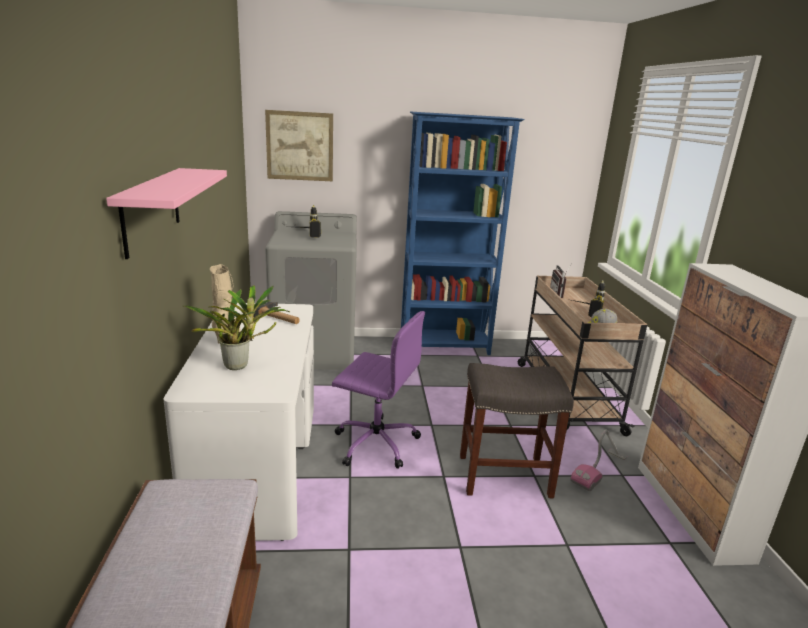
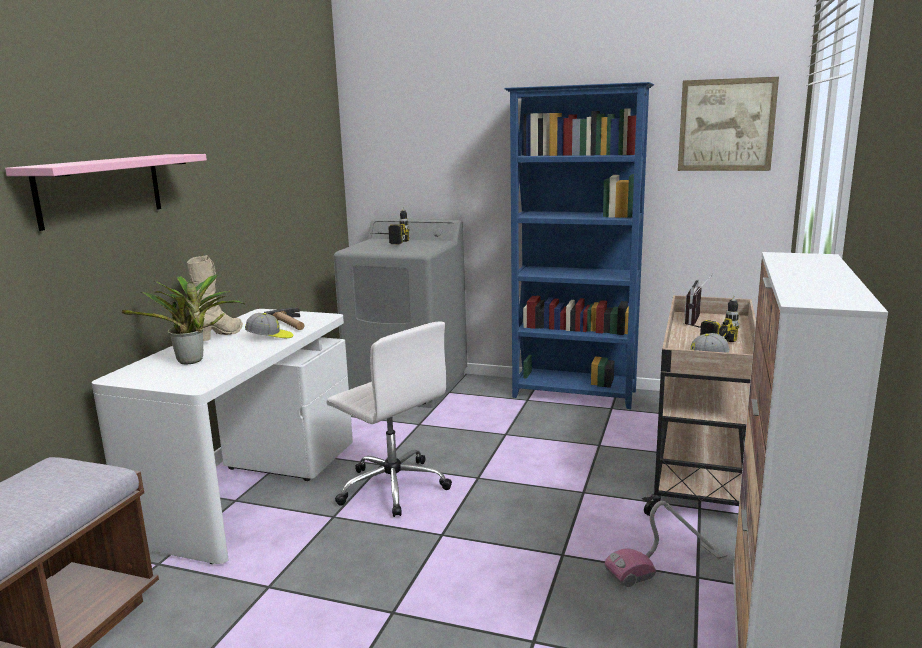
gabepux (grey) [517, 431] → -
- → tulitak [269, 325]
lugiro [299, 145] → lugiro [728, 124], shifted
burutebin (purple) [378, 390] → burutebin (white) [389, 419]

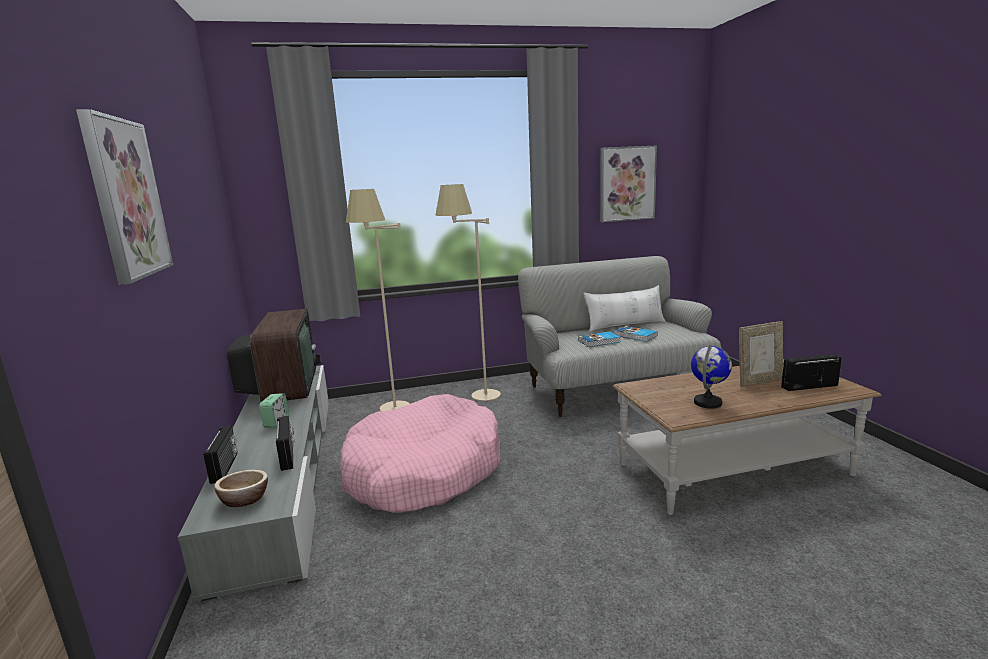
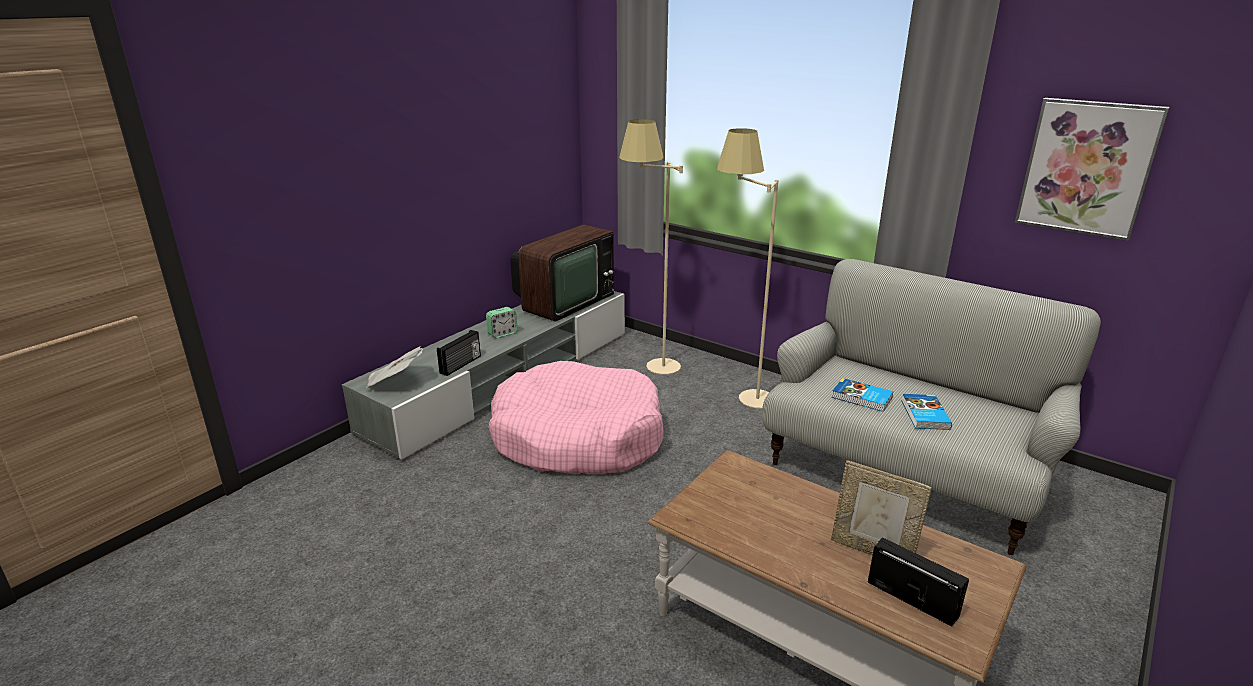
lugiro [124, 197] → -
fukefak [220, 454] → -
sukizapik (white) [624, 308] → -
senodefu [711, 377] → -
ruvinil [241, 488] → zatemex [394, 367]

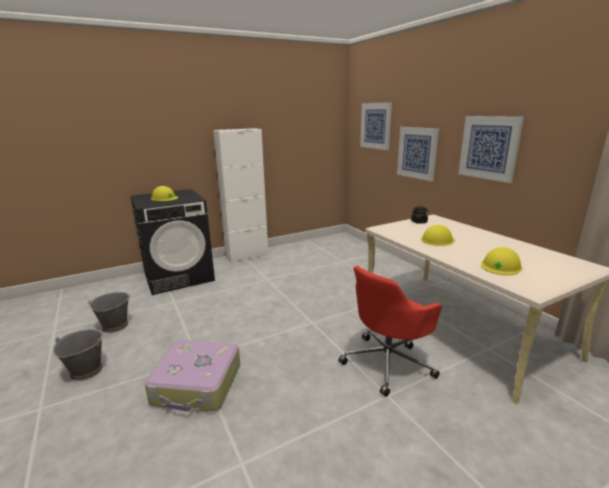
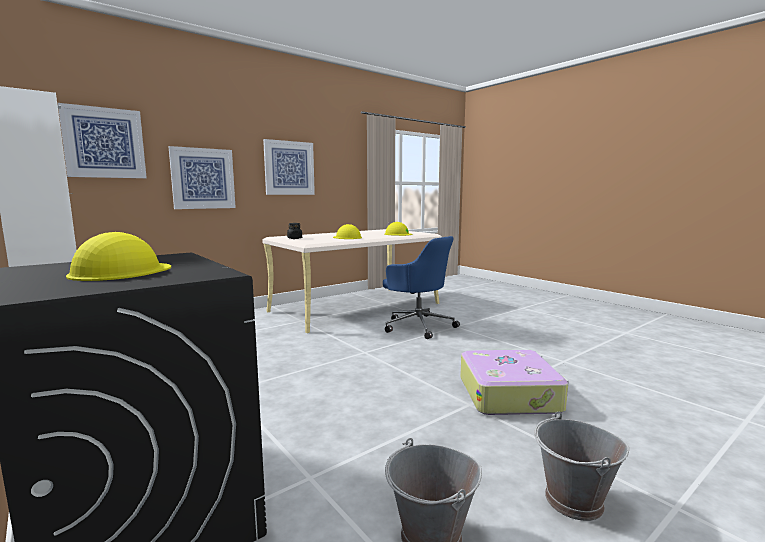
burutebin (red) [390, 331] → burutebin (blue) [421, 287]

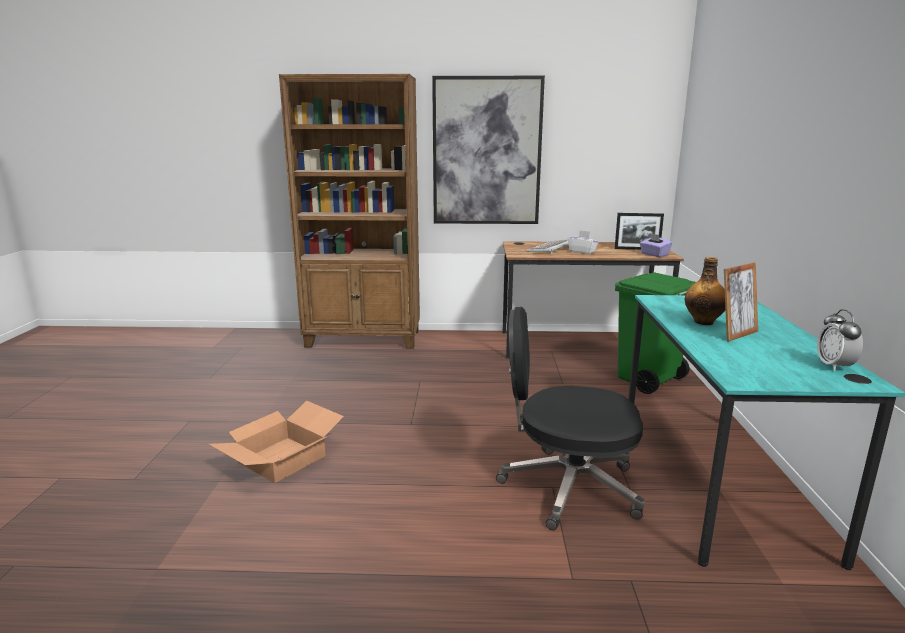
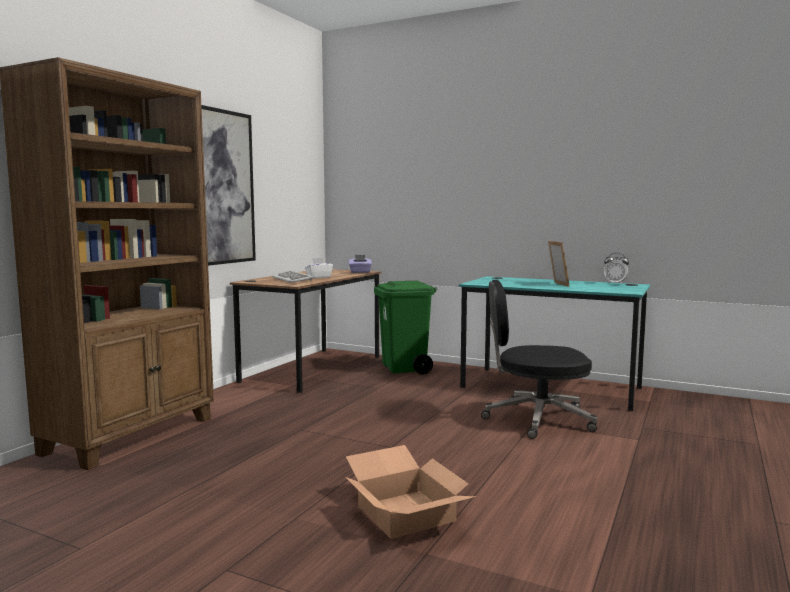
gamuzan [639, 231] → -
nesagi [705, 291] → -
burutebin (black) [570, 418] → burutebin (black) [539, 359], 60 degrees clockwise

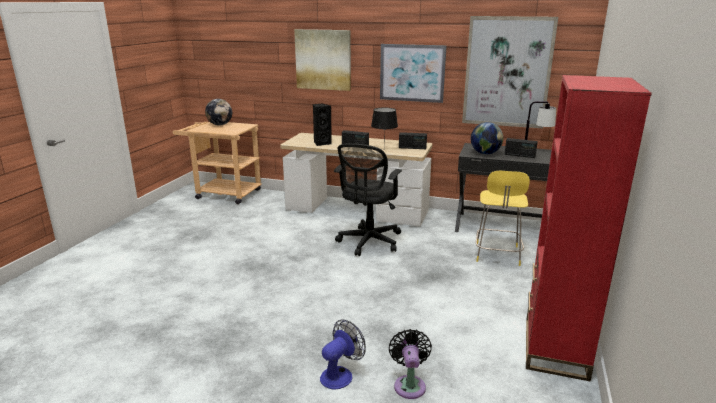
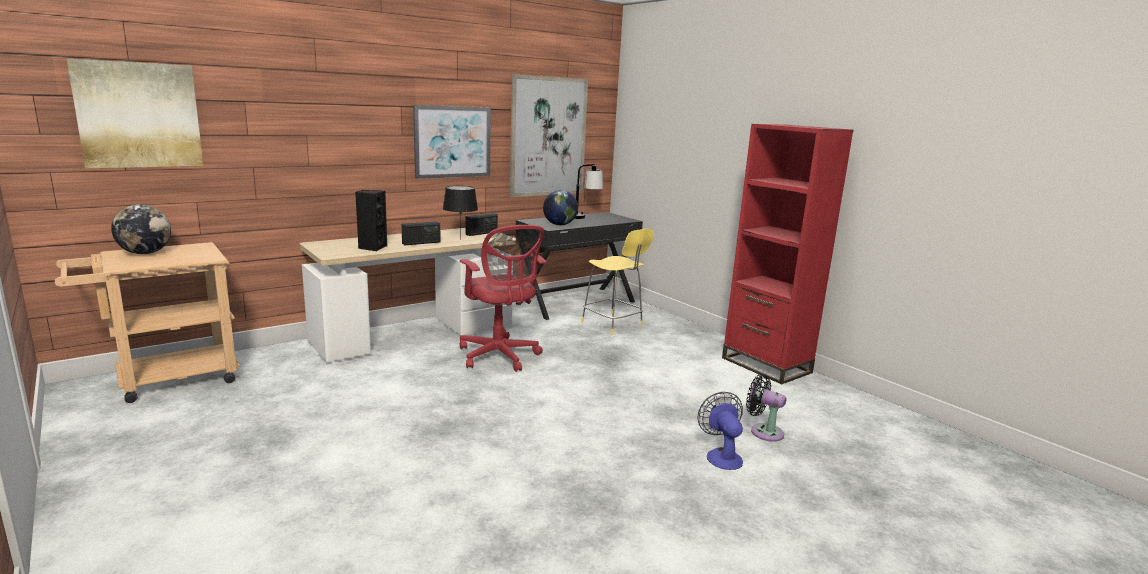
fukefak [521, 148] → -
lugiro [322, 60] → lugiro [134, 113], shifted
burutebin (black) [368, 199] → burutebin (red) [503, 298]

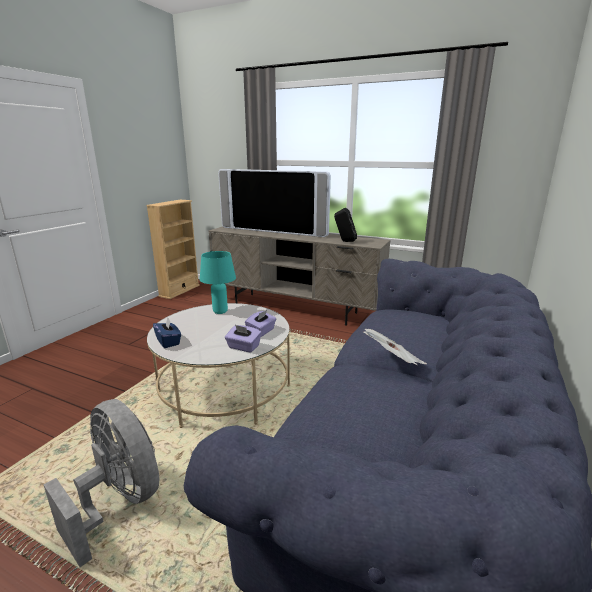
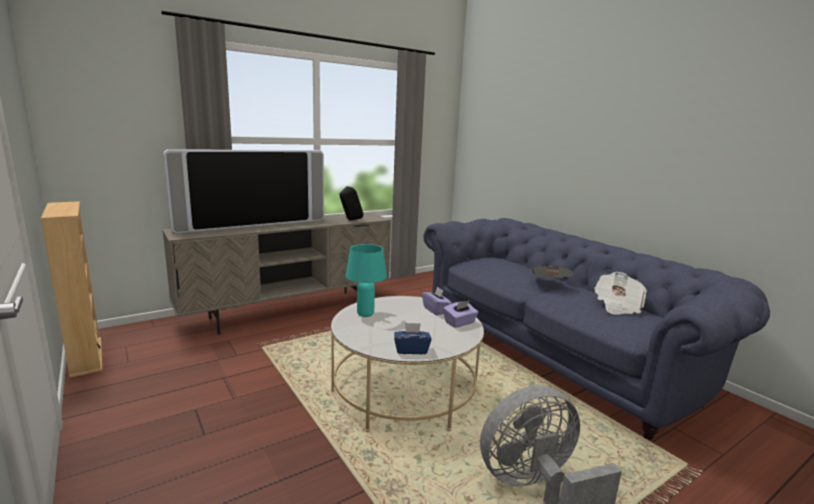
- → zatemex [620, 293]

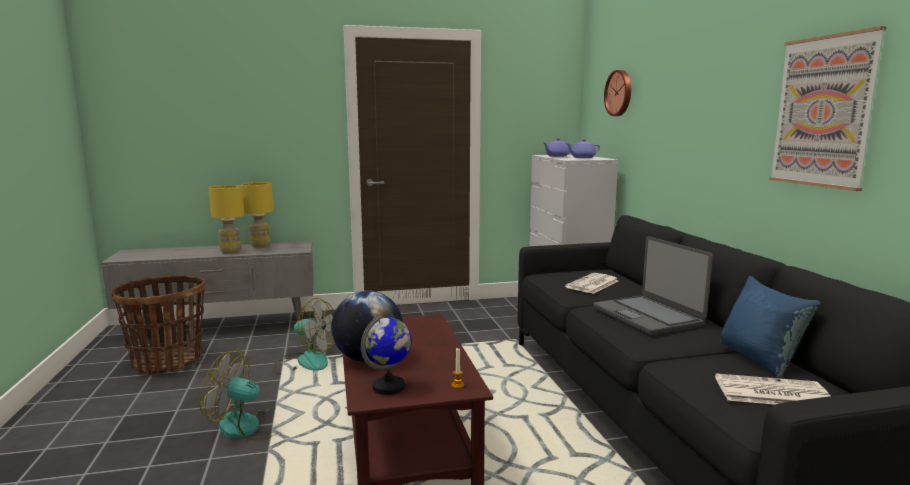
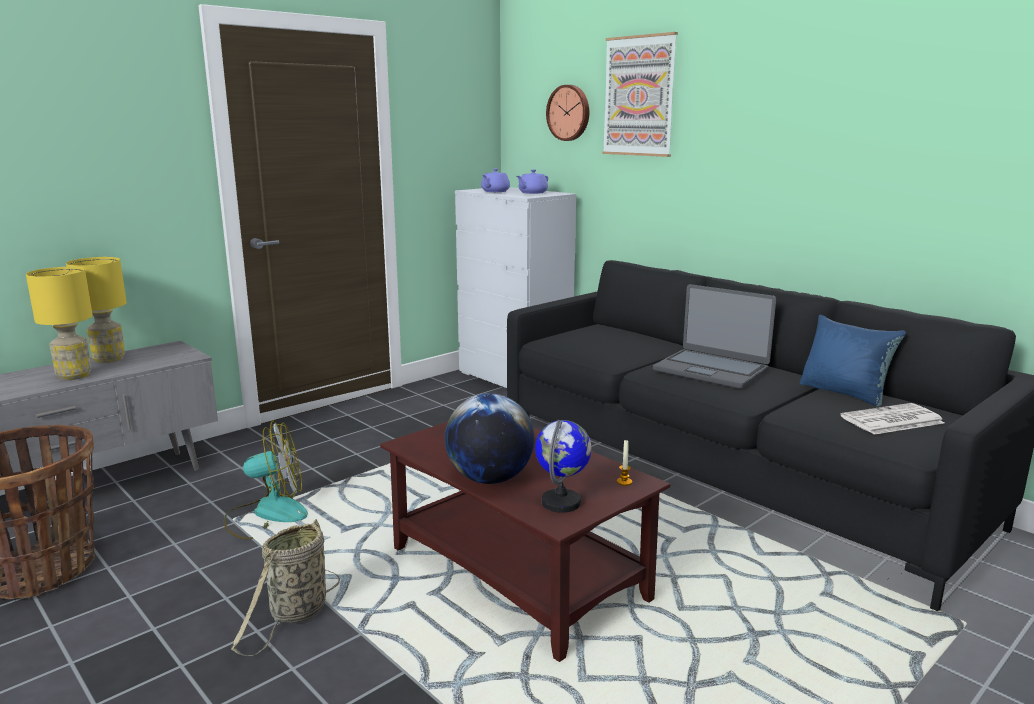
zatemex [591, 283] → -
lugiro [828, 108] → lugiro [640, 94], shifted
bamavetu [238, 395] → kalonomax [285, 587]

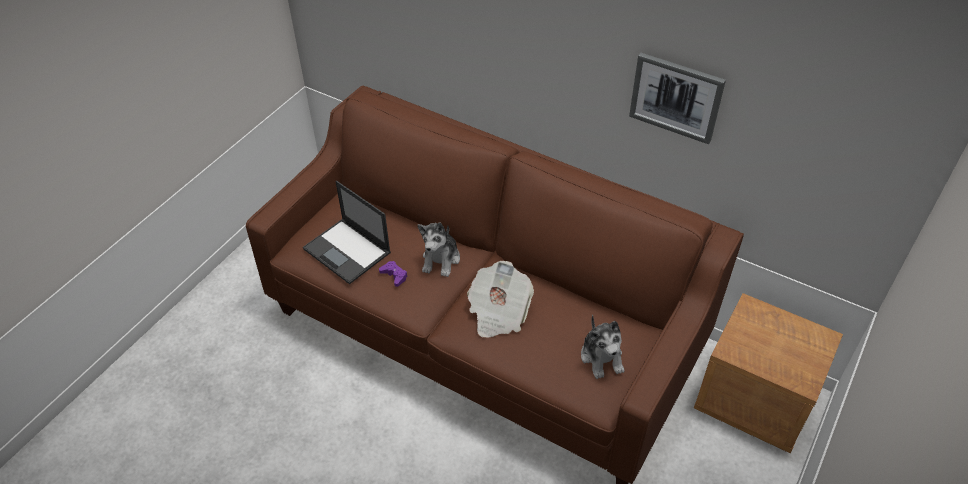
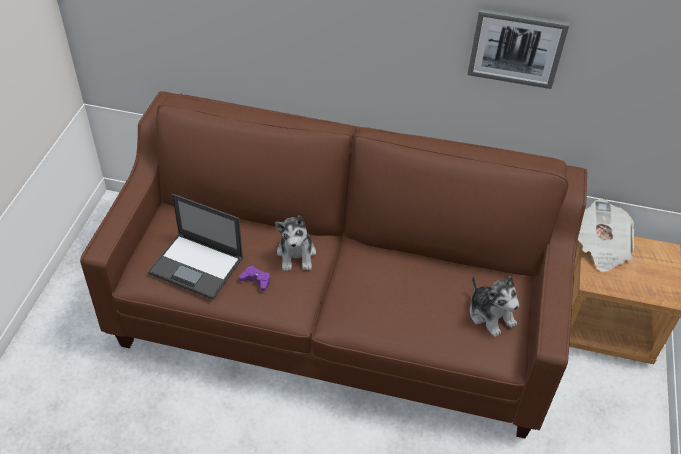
zatemex [500, 299] → zatemex [606, 235], shifted

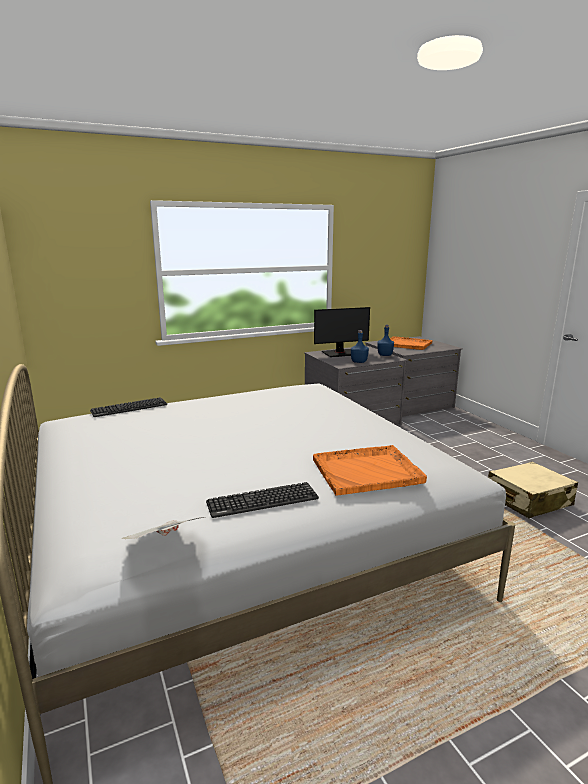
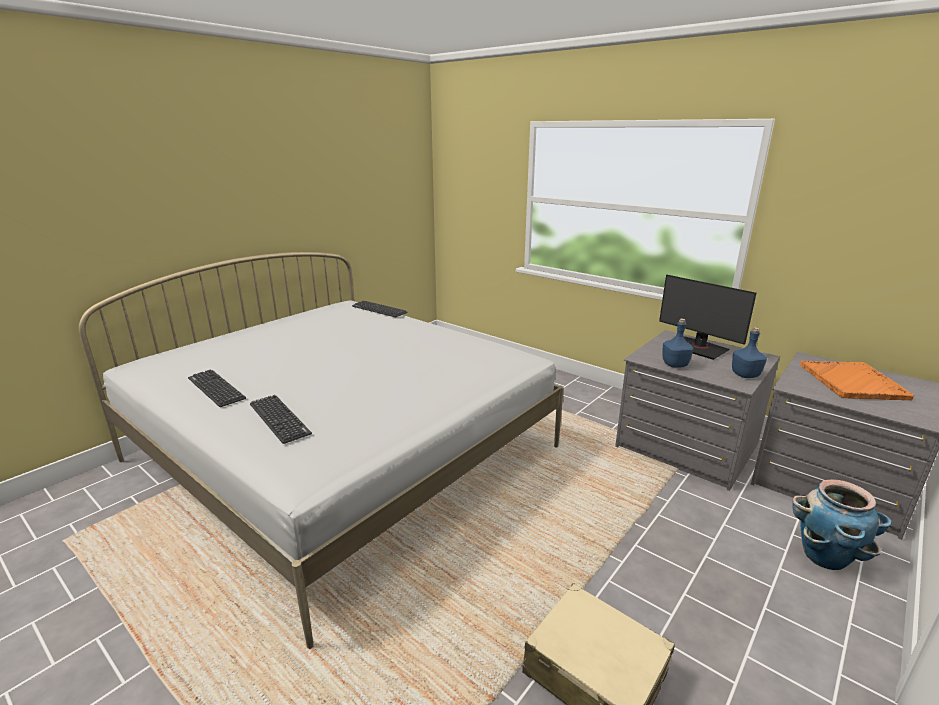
zatemex [163, 528] → -
- → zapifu [842, 525]
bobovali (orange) [370, 470] → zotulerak [281, 419]

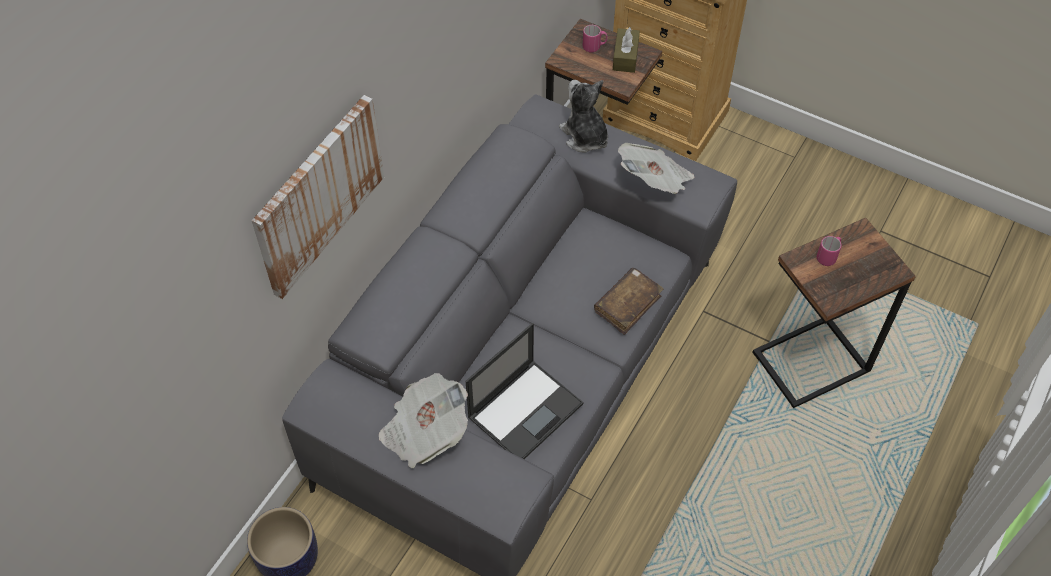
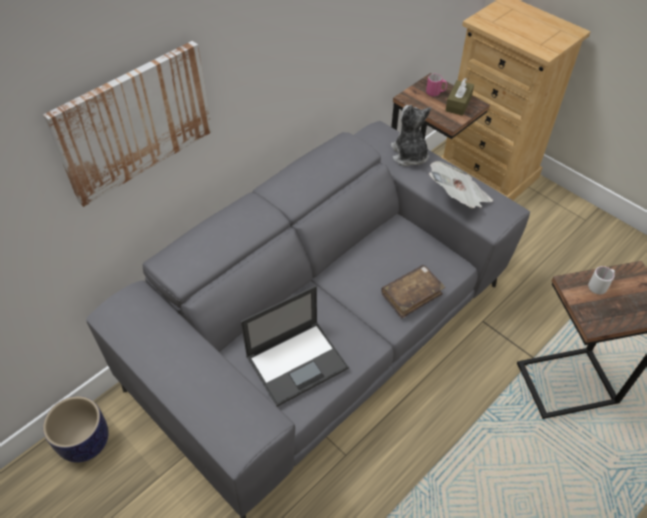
zatemex [423, 420] → -
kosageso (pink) [829, 251] → kosageso (white) [601, 280]

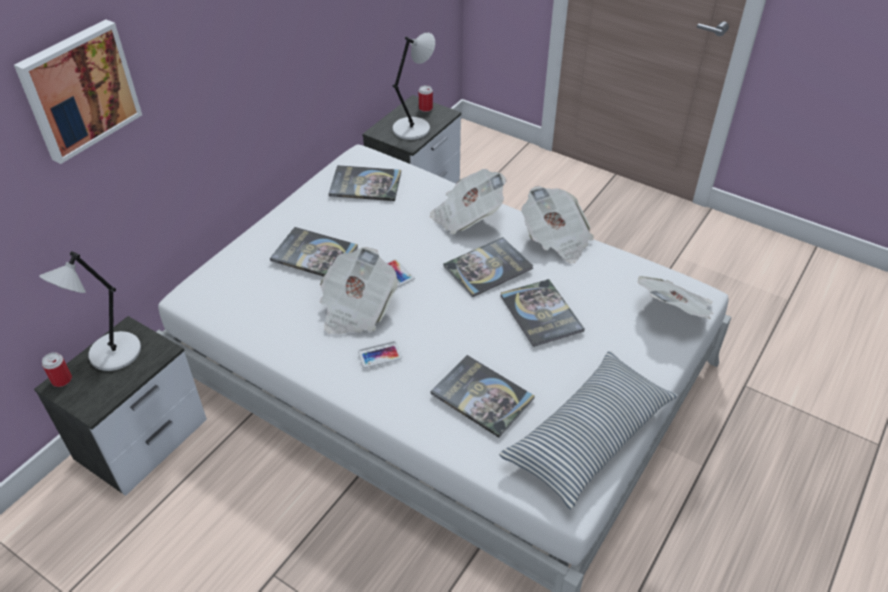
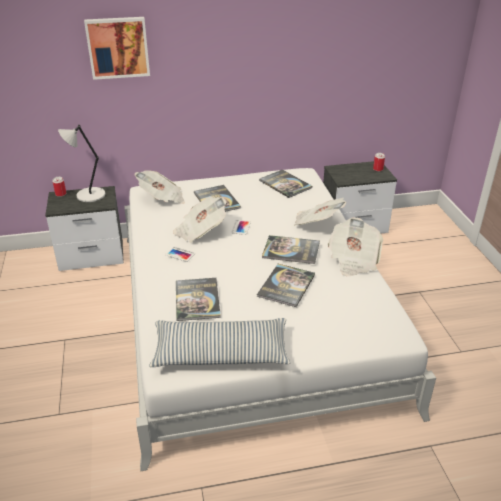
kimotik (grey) [414, 86] → -
zatemex [675, 297] → zatemex [159, 187], shifted

